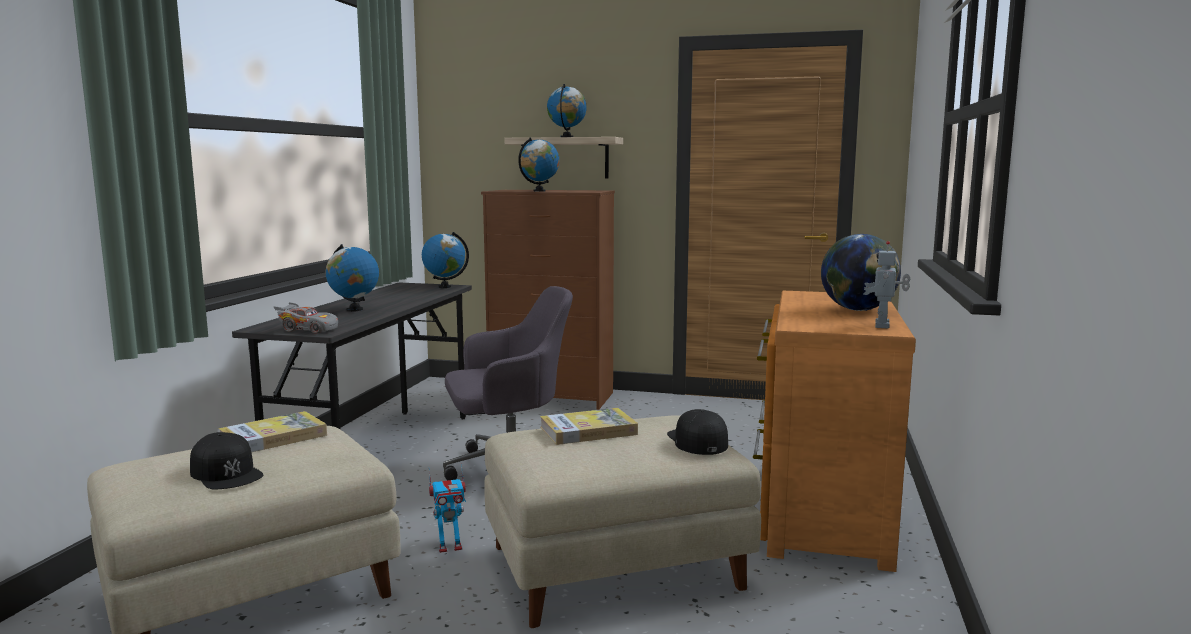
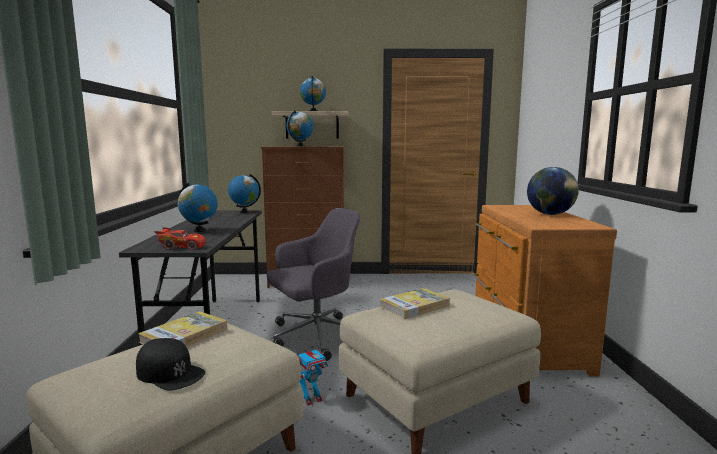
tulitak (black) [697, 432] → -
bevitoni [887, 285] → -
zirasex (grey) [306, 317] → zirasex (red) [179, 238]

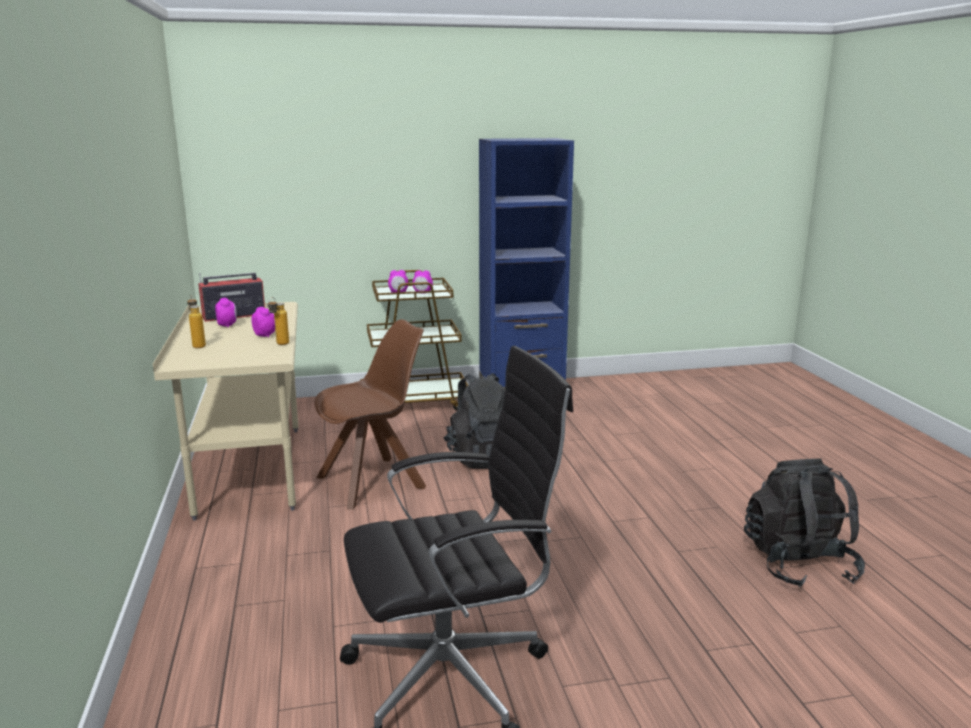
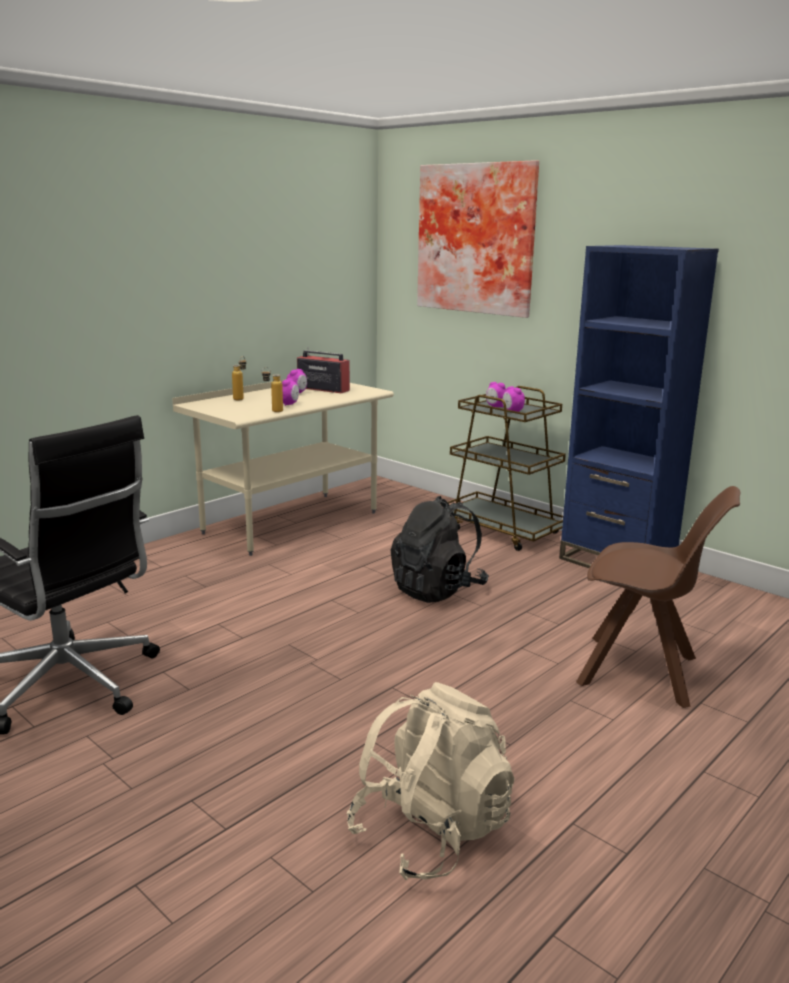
- → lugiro [478, 239]
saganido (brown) [370, 414] → saganido (brown) [658, 597], shifted
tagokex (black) [804, 523] → tagokex (beige) [431, 781]

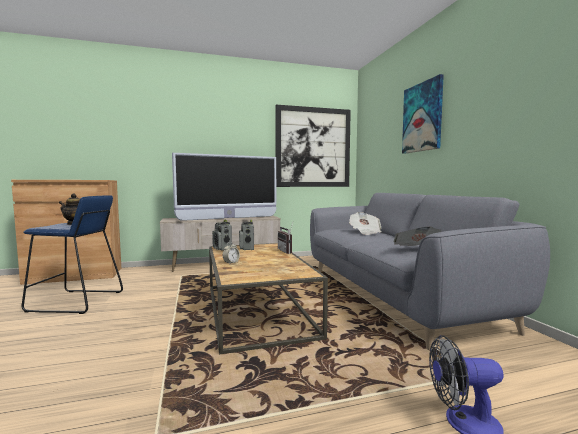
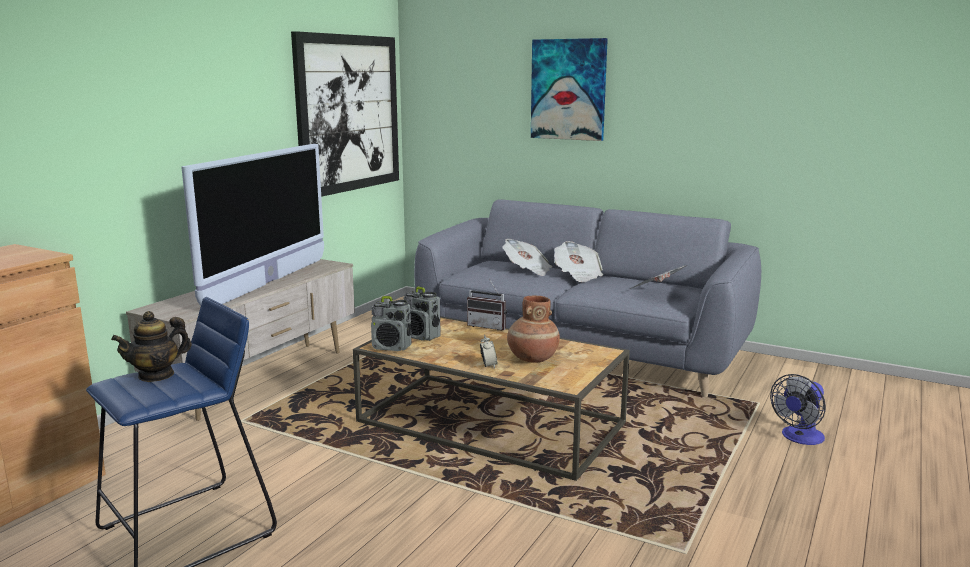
- → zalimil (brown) [533, 329]
- → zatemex [578, 261]

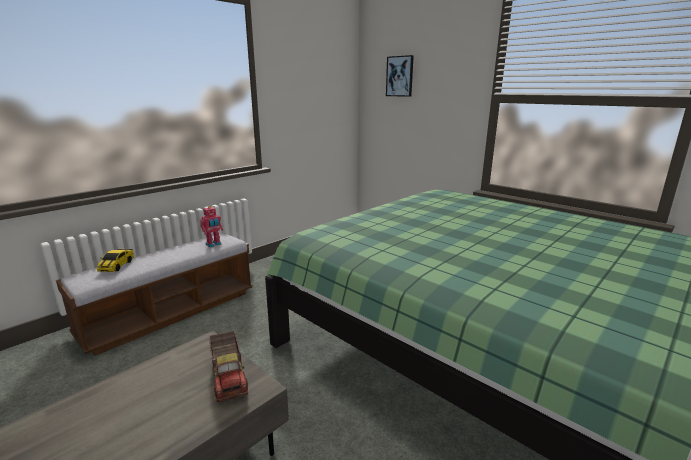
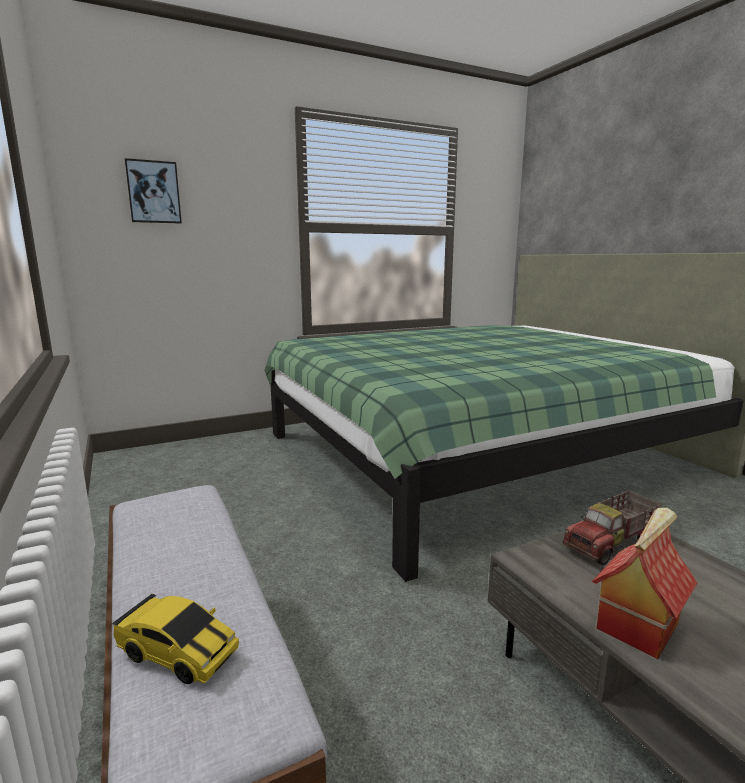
bevitoni [211, 226] → -
- → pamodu [644, 583]
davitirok [228, 366] → davitirok [612, 528], 150 degrees clockwise

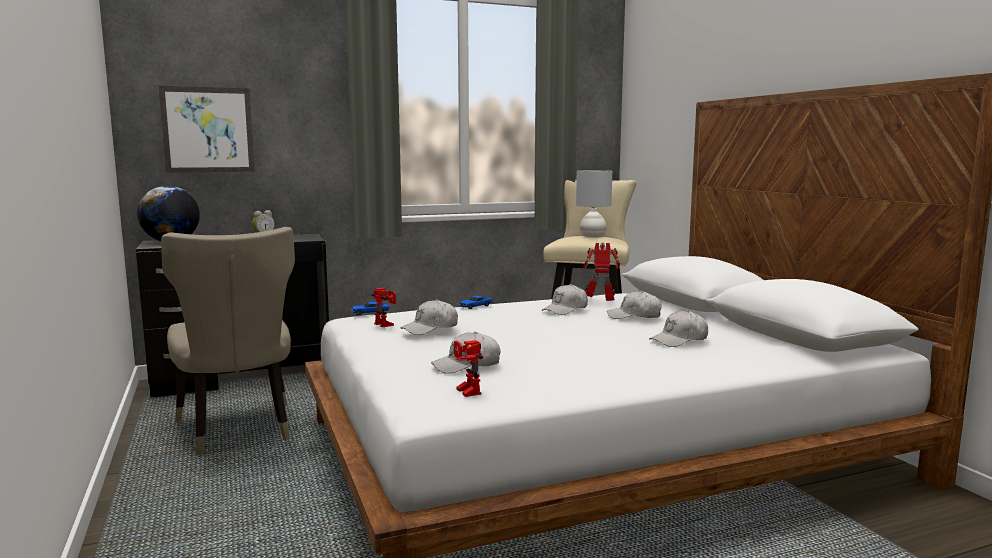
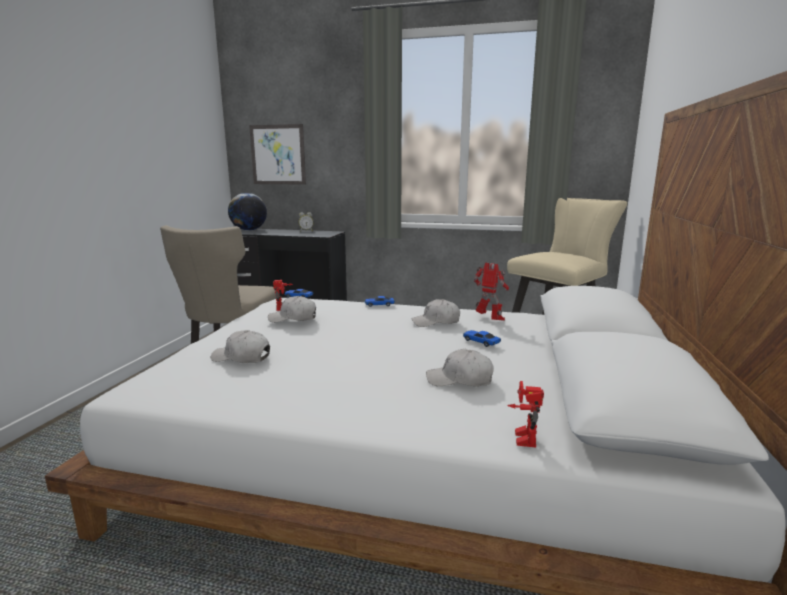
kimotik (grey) [594, 203] → -
bevitoni [468, 368] → bevitoni [525, 414], shifted
tulitak (white) [634, 305] → zirasex [482, 338]

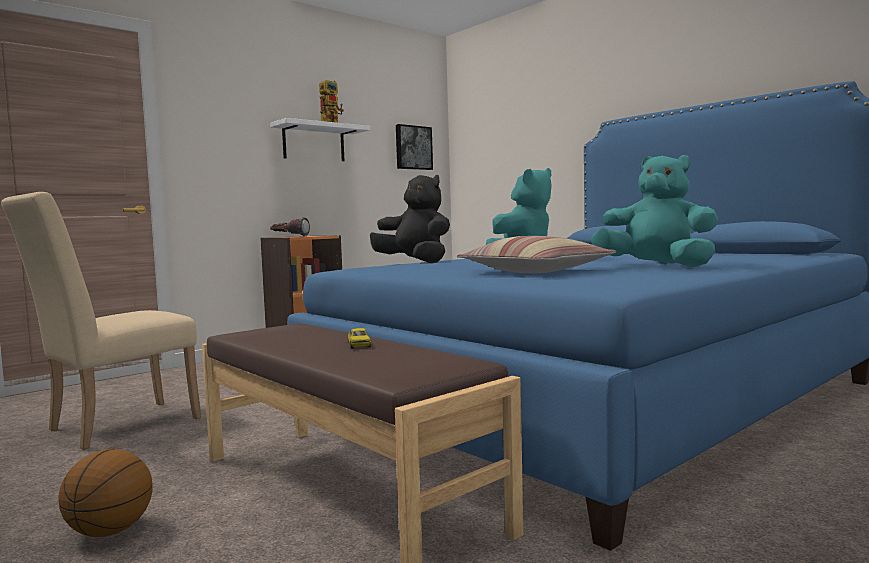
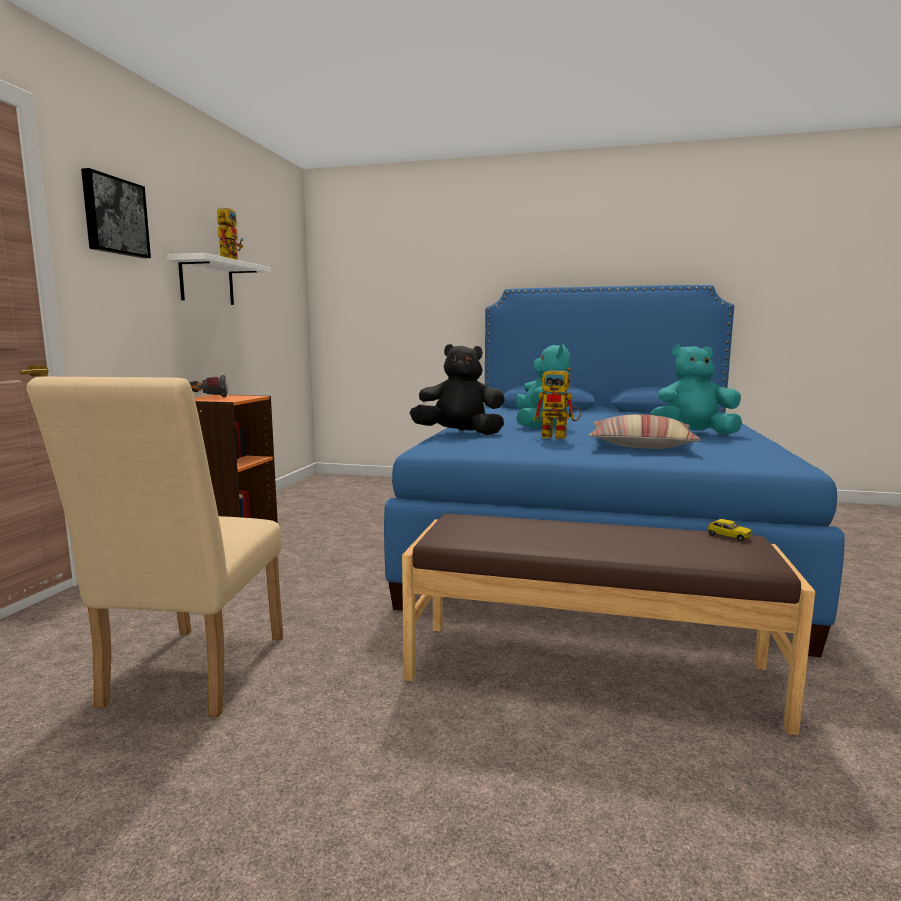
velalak [105, 493] → -
- → bevitoni [557, 403]
zirasex [359, 338] → zirasex [730, 530], shifted
lugiro [414, 147] → lugiro [116, 213], shifted

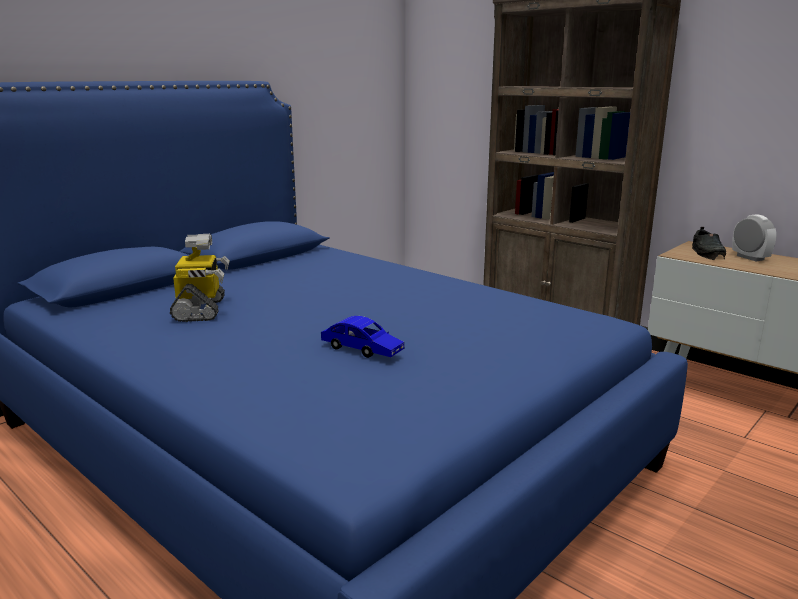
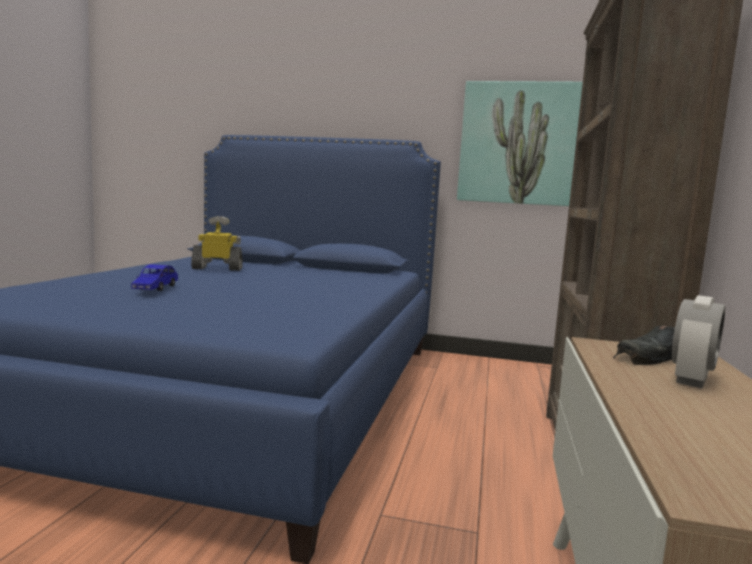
- → lugiro [520, 143]
bevitoni [200, 278] → bevitoni [217, 243], 150 degrees counterclockwise

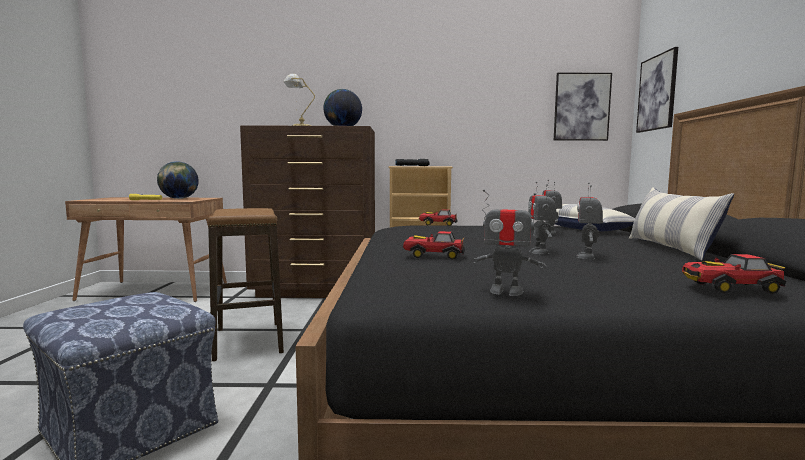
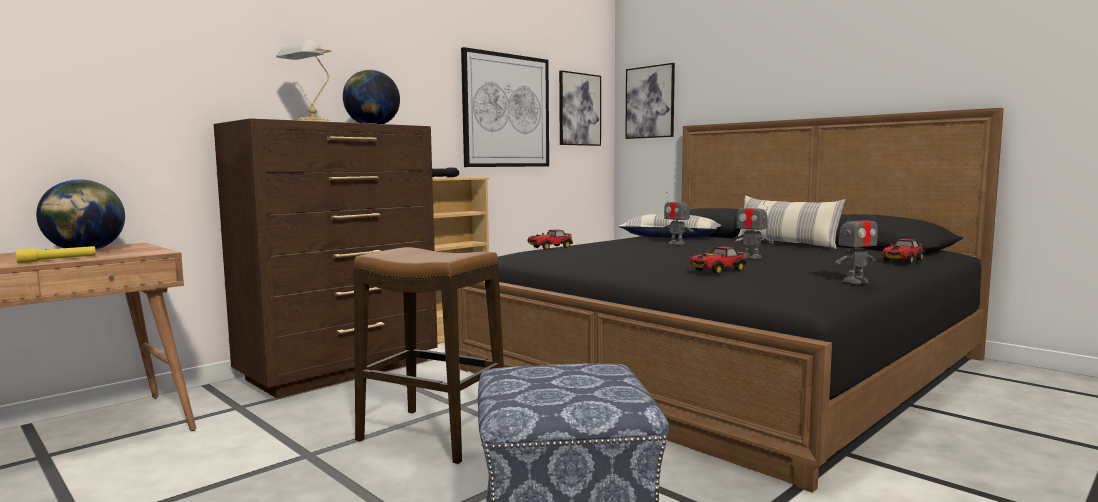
bevitoni [589, 221] → -
- → lugiro [505, 107]

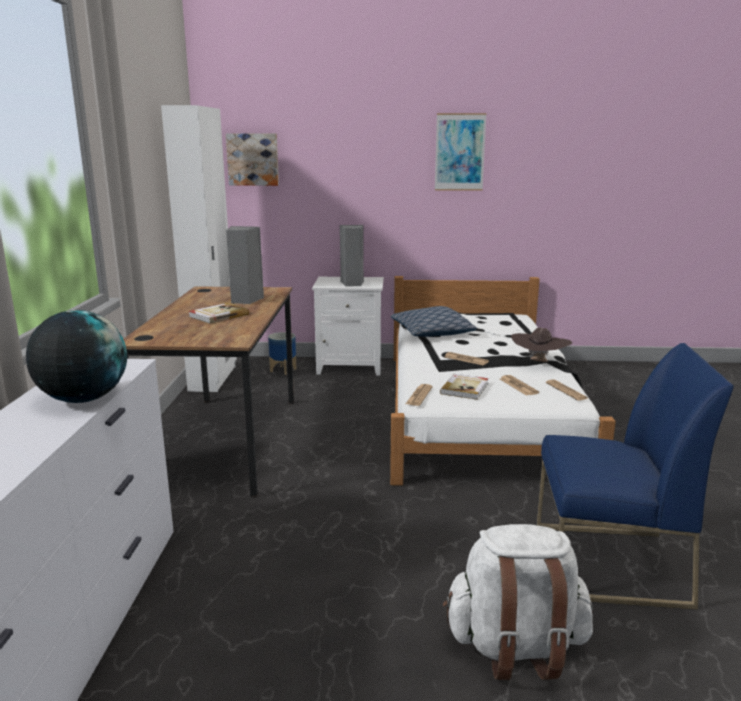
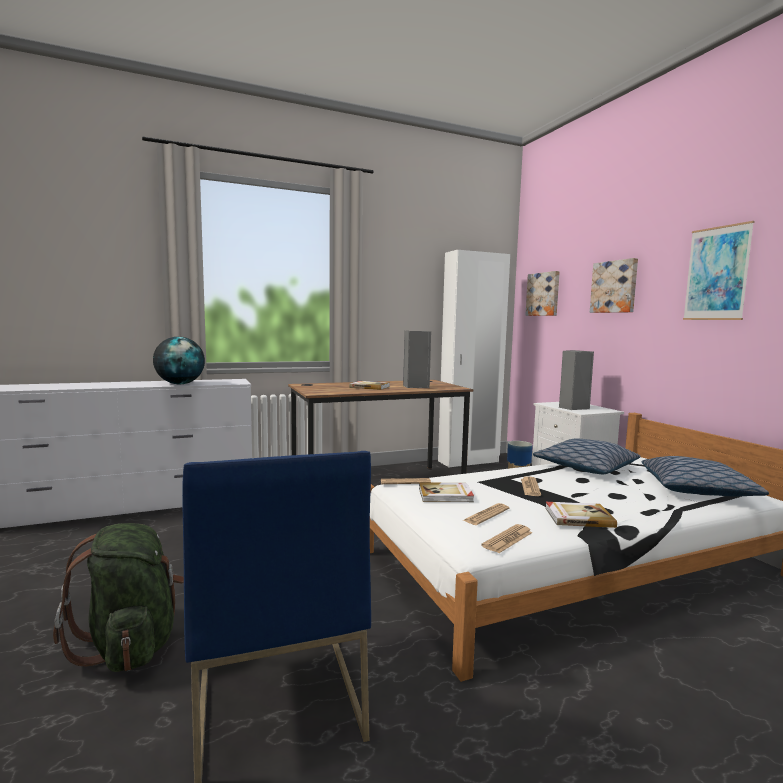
- → lugiro [614, 285]
- → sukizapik [705, 476]
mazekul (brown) [542, 345] → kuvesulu [581, 515]
tagokex (white) [518, 602] → tagokex (green) [118, 597]

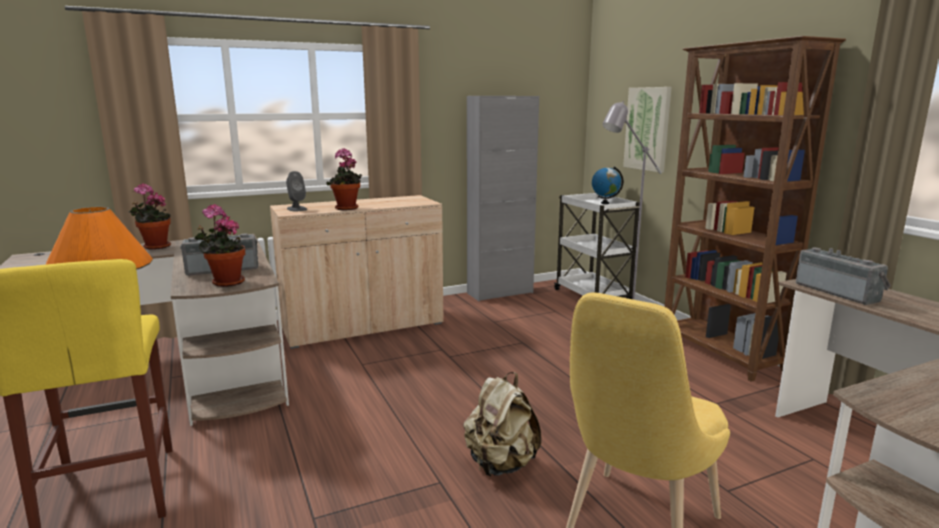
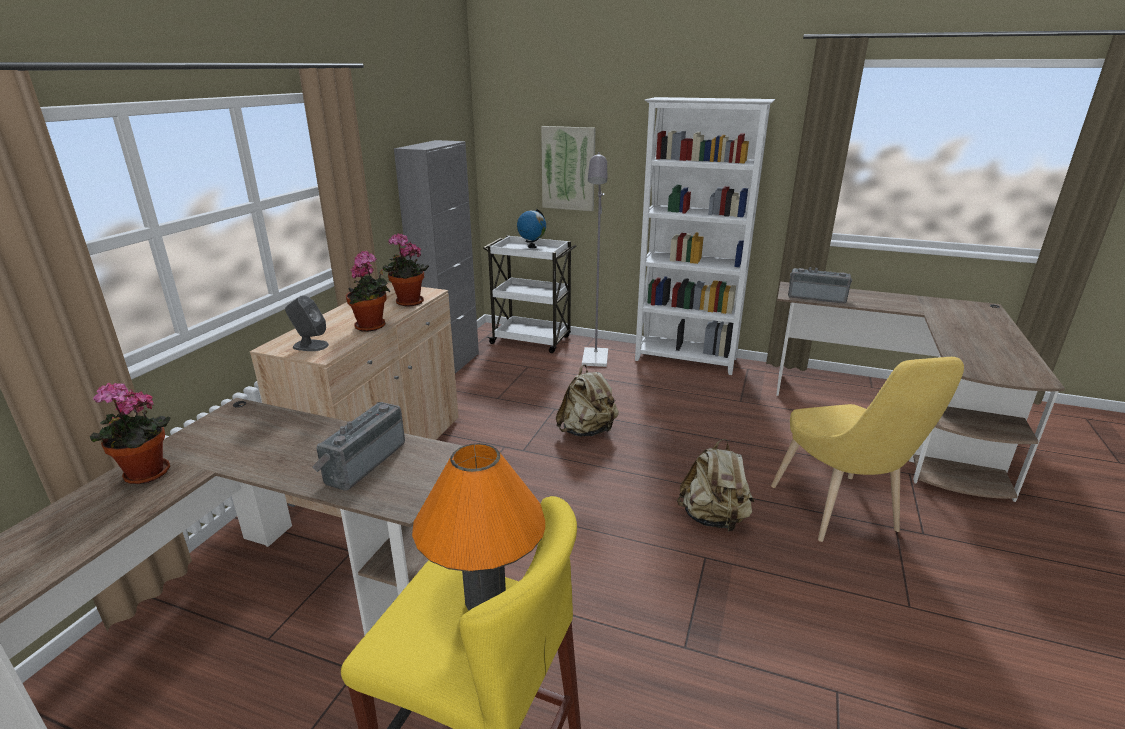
- → tagokex (beige) [587, 400]
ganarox [220, 245] → ganarox [406, 270], shifted
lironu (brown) [755, 209] → lironu (white) [705, 236]

